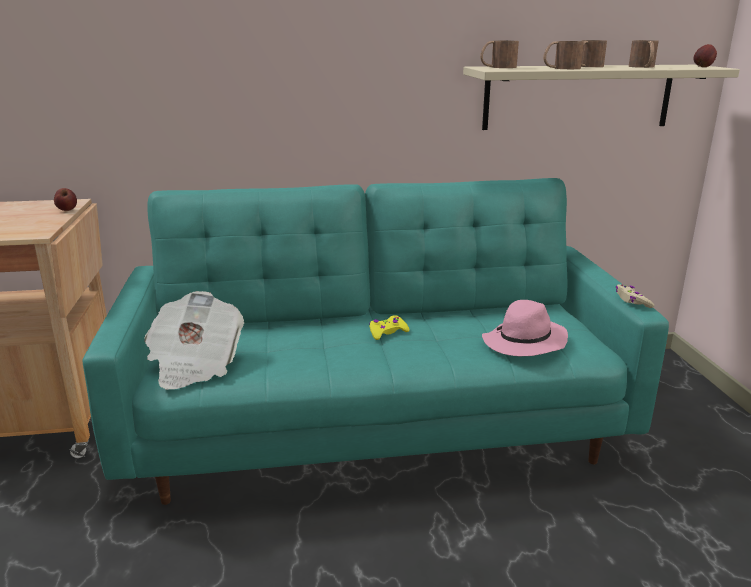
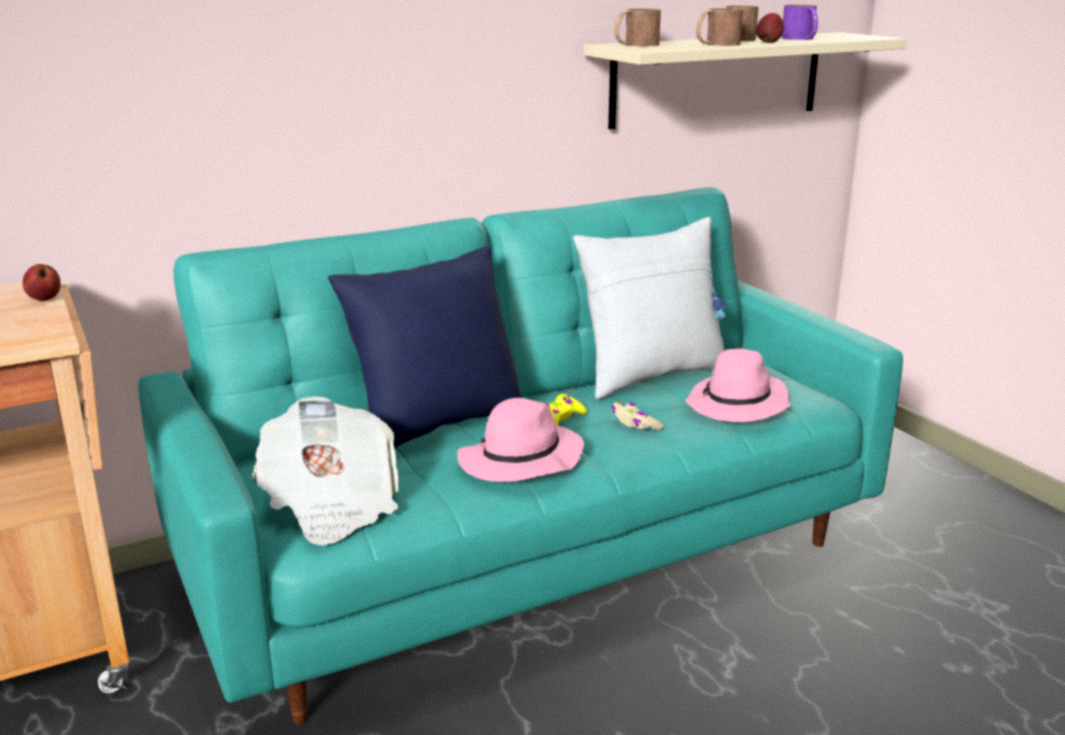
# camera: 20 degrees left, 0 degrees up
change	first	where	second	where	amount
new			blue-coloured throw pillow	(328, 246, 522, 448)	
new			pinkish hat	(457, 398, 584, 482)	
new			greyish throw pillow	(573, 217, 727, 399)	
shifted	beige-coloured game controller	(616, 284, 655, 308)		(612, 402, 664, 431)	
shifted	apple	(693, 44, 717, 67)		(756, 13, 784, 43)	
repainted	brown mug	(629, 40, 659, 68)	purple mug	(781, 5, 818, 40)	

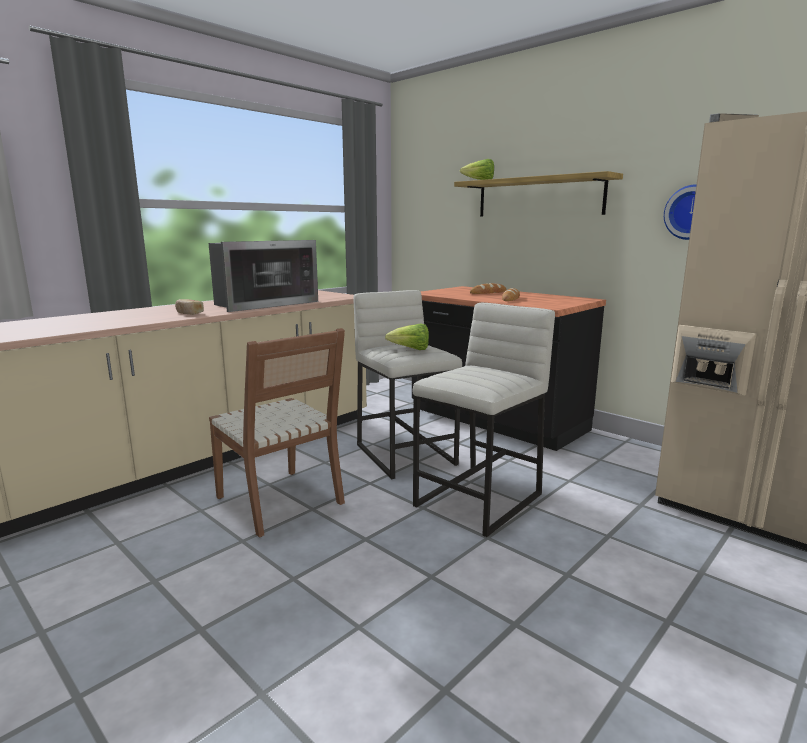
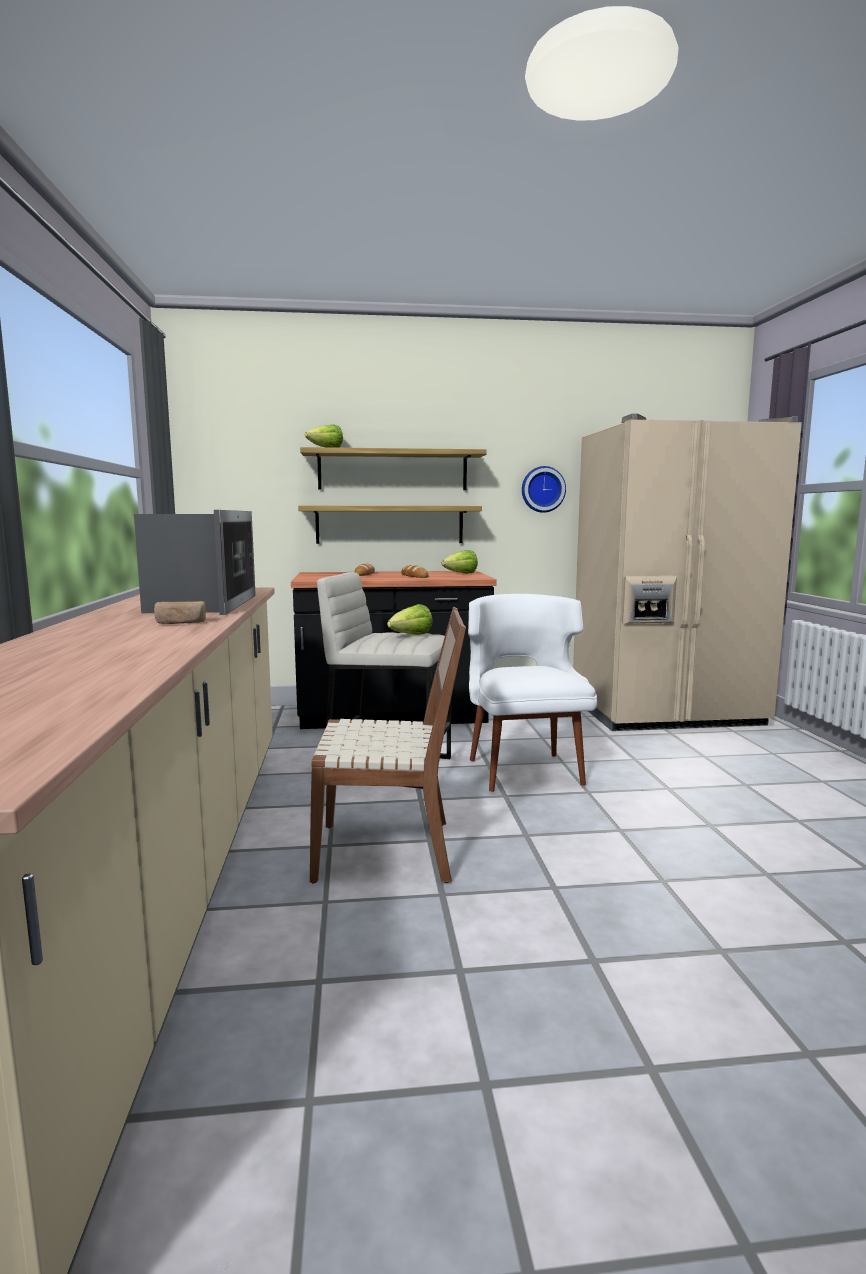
# camera: 50 degrees left, 5 degrees down
change	first	where	second	where	amount
new			bracket shelf	(298, 506, 482, 544)	
new			head of lettuce	(442, 550, 478, 574)	
swapped	beige-coloured stool	(413, 303, 555, 537)	whitish plain chair	(468, 594, 597, 793)	

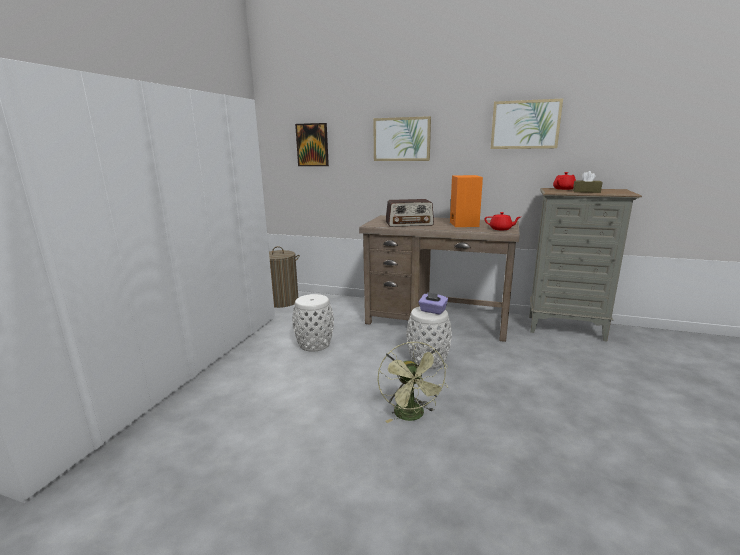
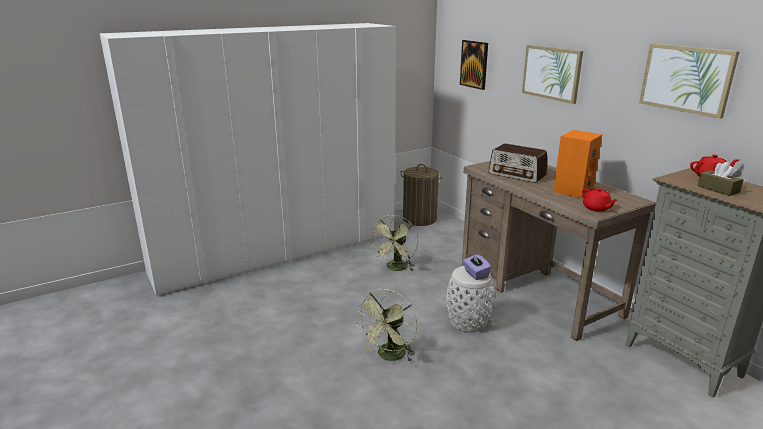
# camera: 40 degrees right, 5 degrees up
change	first	where	second	where	amount
swapped	whitish stool	(292, 294, 334, 352)	green cooling fan	(370, 215, 418, 271)	

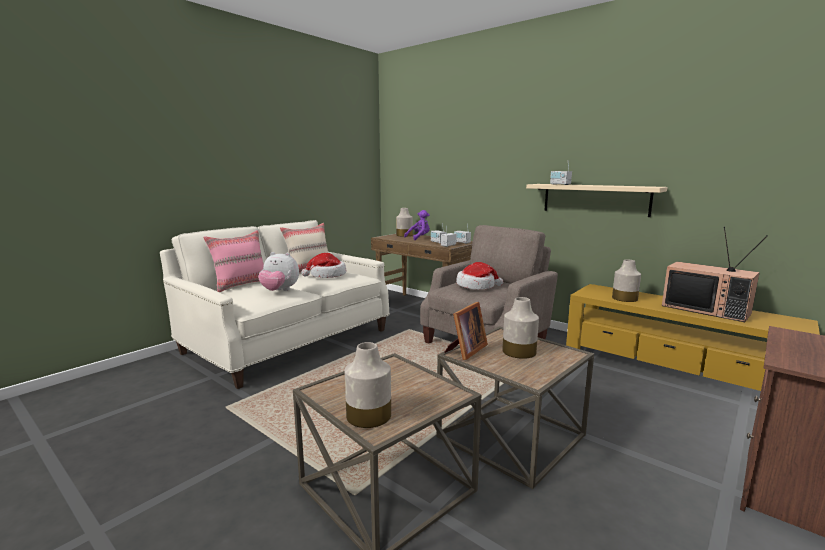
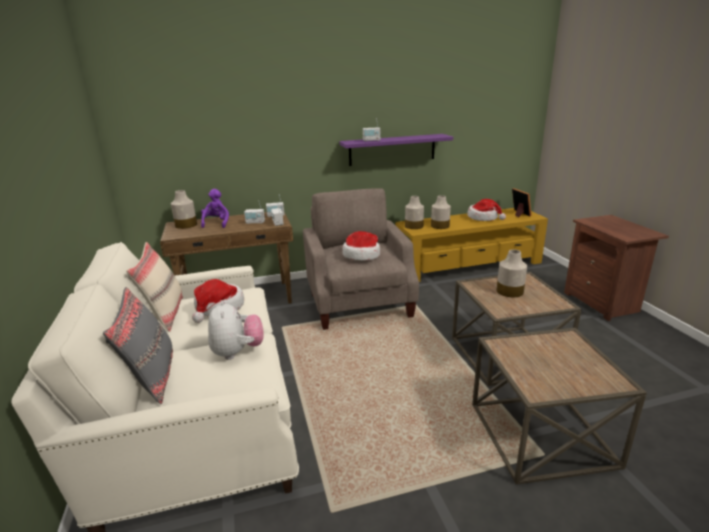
# camera: 55 degrees left, 10 degrees up
change	first	where	second	where	amount
repainted	pinkish throw pillow	(203, 230, 264, 292)	greyish throw pillow	(103, 287, 173, 404)	
rotated	plush toy	(258, 252, 299, 291)		(208, 300, 264, 360)	60 degrees counterclockwise
repainted	beige-coloured bracket shelf	(526, 184, 667, 217)	purple bracket shelf	(339, 134, 453, 166)	
shifted	beige-coloured flower vase	(345, 342, 391, 428)		(405, 196, 424, 229)	
swapped	TV	(662, 227, 768, 322)	hat	(467, 199, 506, 221)	
shifted	picture frame	(444, 302, 488, 360)		(512, 188, 532, 217)	

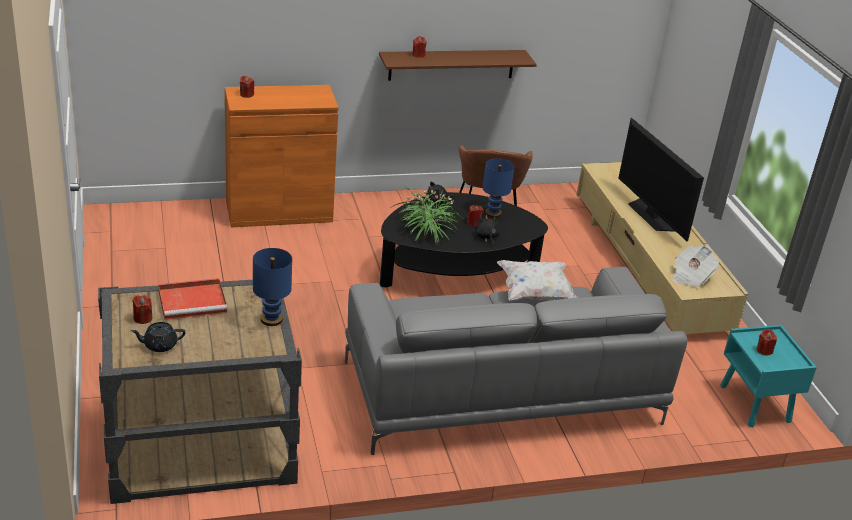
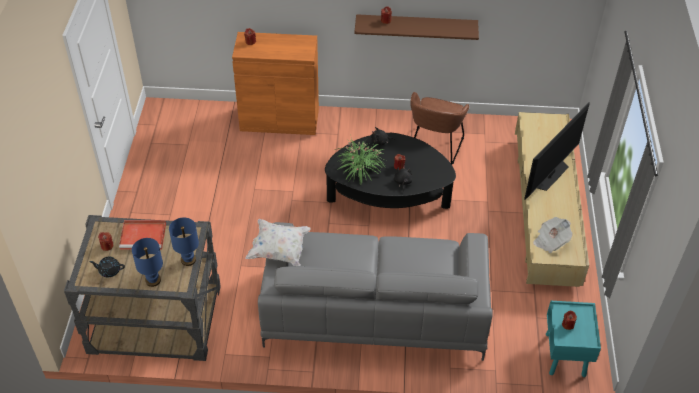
# camera: 20 degrees right, 15 degrees up
change	first	where	second	where	amount
shifted	blue-coloured tabletop lamp	(483, 158, 514, 218)		(132, 238, 163, 287)	
shifted	whitish throw pillow	(497, 260, 579, 301)		(245, 219, 311, 266)	
rotated	TV	(619, 118, 704, 241)		(524, 102, 590, 200)	135 degrees counterclockwise

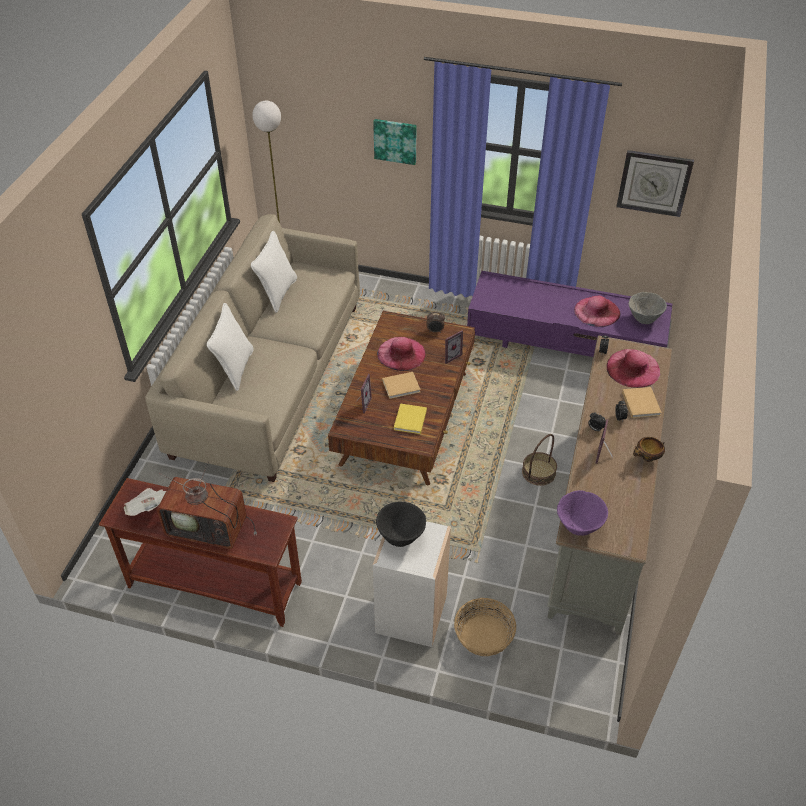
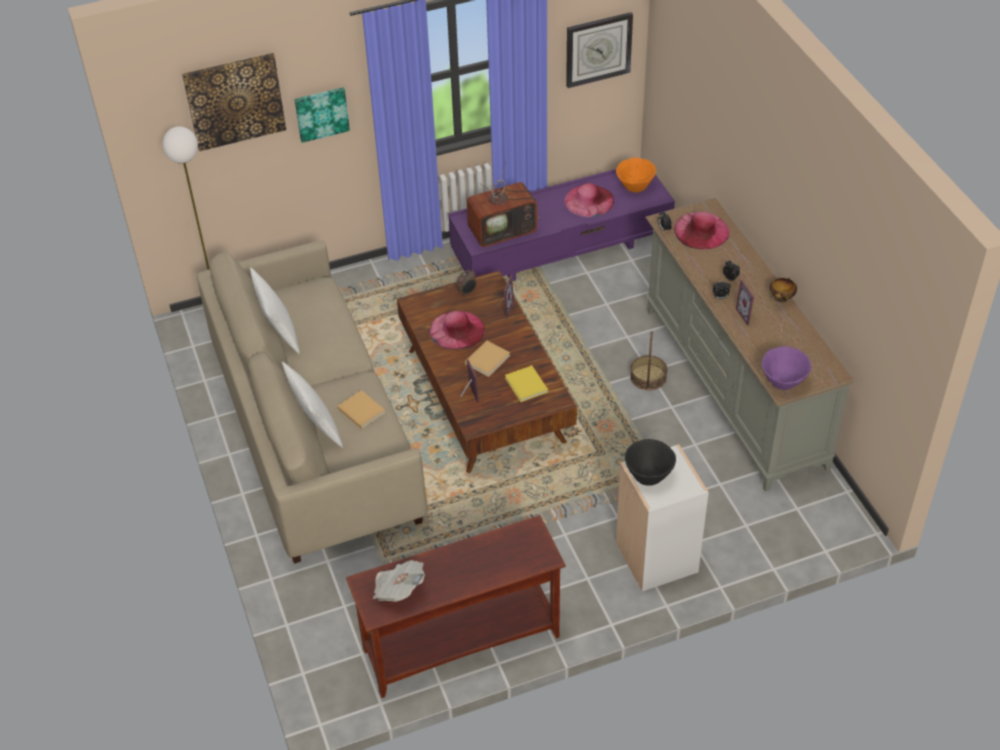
# camera: 35 degrees left, 0 degrees up
change	first	where	second	where	amount
new			picture	(182, 52, 286, 151)	
shifted	beige-coloured book	(622, 387, 662, 418)		(337, 390, 385, 429)	
shifted	TV	(157, 461, 257, 549)		(467, 160, 540, 247)	
repainted	greyish bowl	(629, 292, 667, 324)	orangey bowl	(616, 157, 656, 193)	
gone	storage basket	(454, 598, 516, 656)			

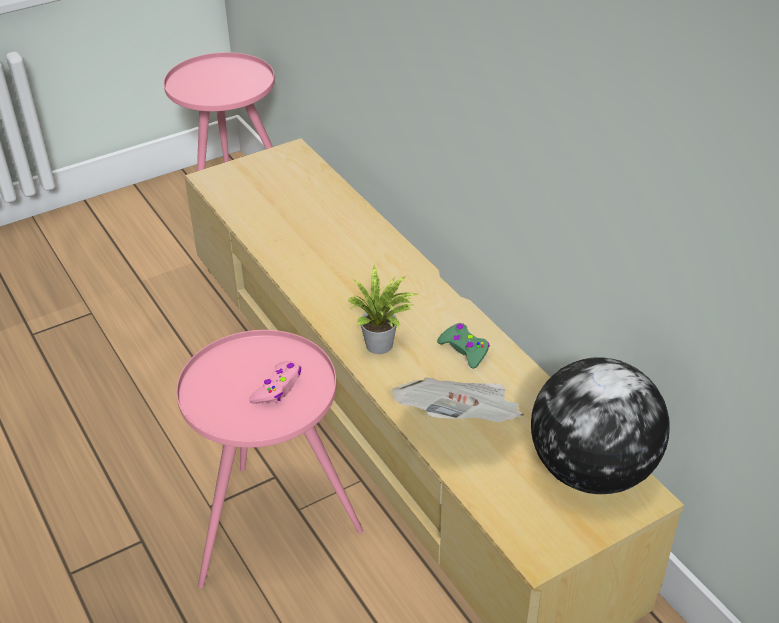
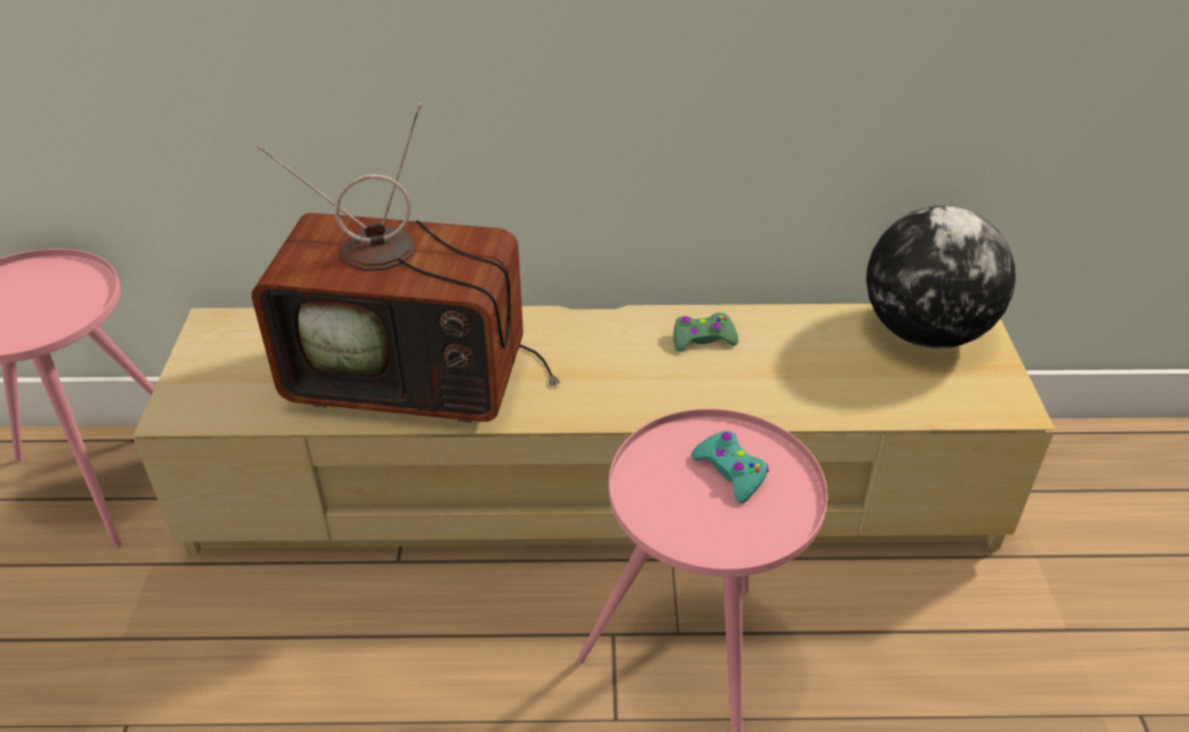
# camera: 60 degrees left, 0 degrees up
change	first	where	second	where	amount
new			TV	(252, 104, 560, 423)	
repainted	pinkish game controller	(249, 361, 301, 404)	turquoise game controller	(691, 431, 769, 503)	
gone	plant in a pot	(347, 265, 418, 354)			
gone	newspaper	(392, 377, 524, 422)			

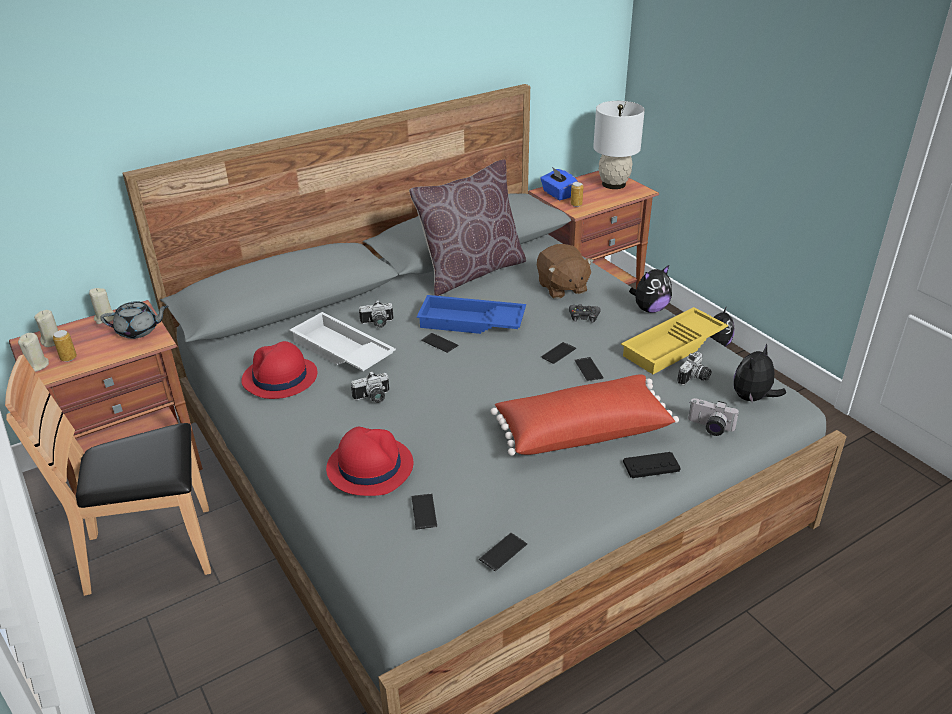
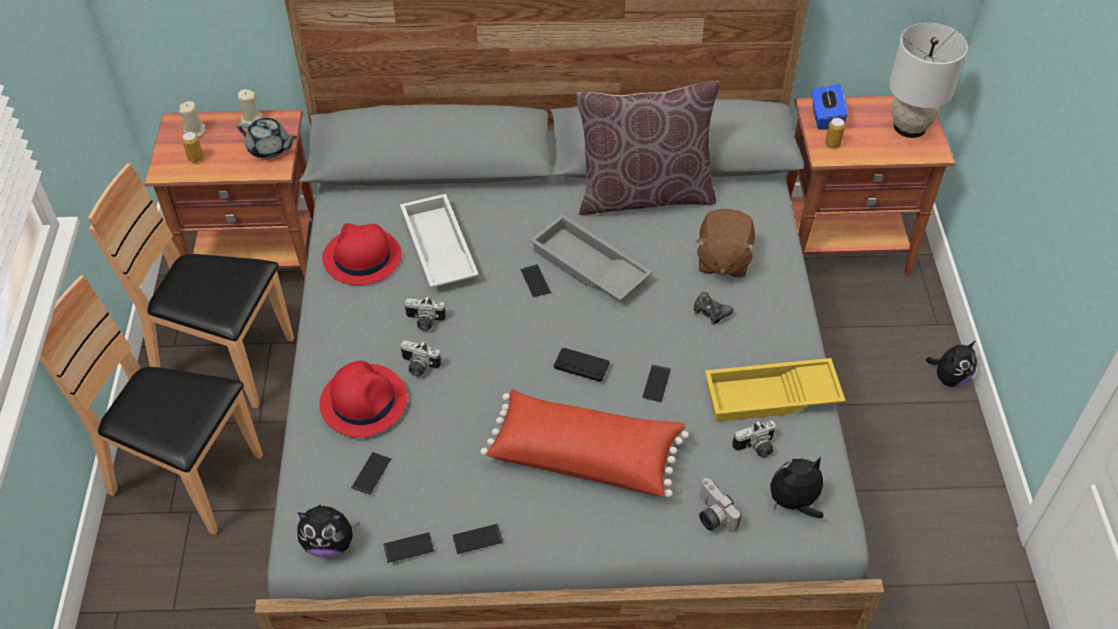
# camera: 30 degrees right, 15 degrees up
change	first	where	second	where	amount
new			brown plain chair	(40, 275, 263, 535)	
shifted	plush toy	(629, 265, 672, 313)		(297, 505, 360, 558)	
shifted	photo camera	(359, 300, 394, 328)		(400, 340, 441, 377)	
shifted	telephone	(541, 342, 576, 364)		(452, 524, 503, 554)	
repainted	blue-coloured carrying tray	(417, 295, 526, 334)	greyish carrying tray	(530, 214, 652, 301)	
shifted	black-coloured game controller	(623, 452, 681, 478)		(554, 348, 609, 382)	
gone	beige-coloured candle	(18, 333, 49, 372)			

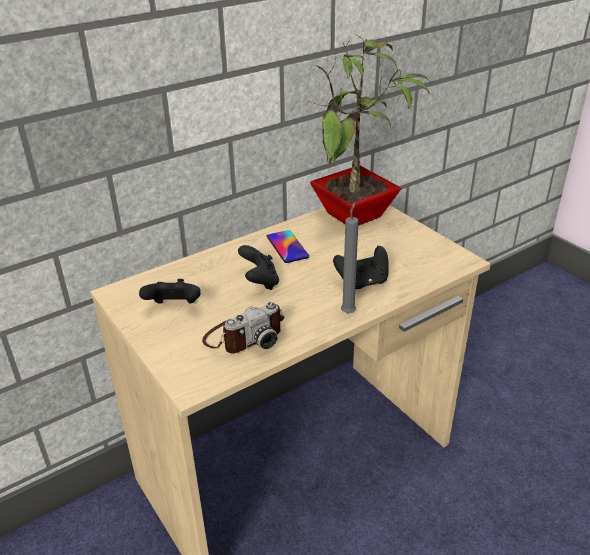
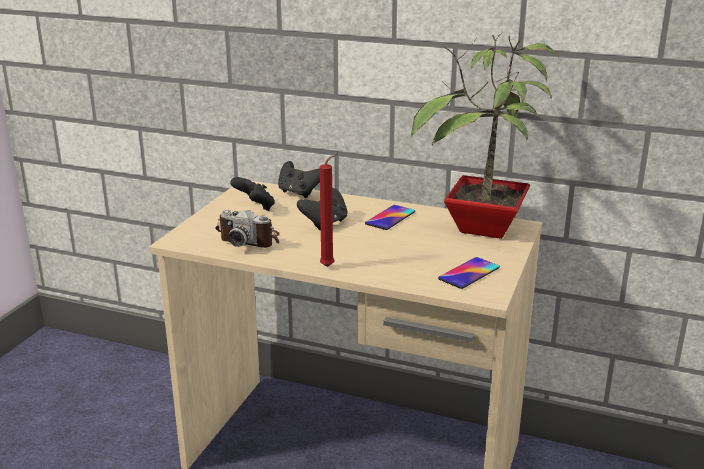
# camera: 55 degrees right, 10 degrees down
change	first	where	second	where	amount
shifted	black-coloured game controller	(333, 246, 389, 289)		(278, 161, 320, 198)	
repainted	greyish candle	(341, 202, 359, 314)	red-coloured candle	(320, 153, 338, 267)	
new			telephone	(438, 257, 500, 289)	

